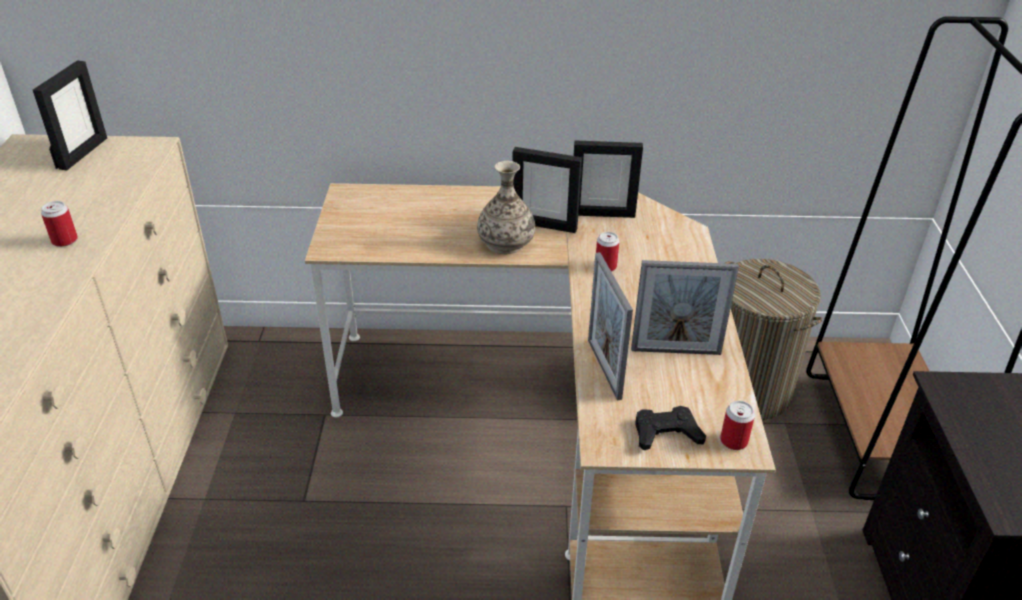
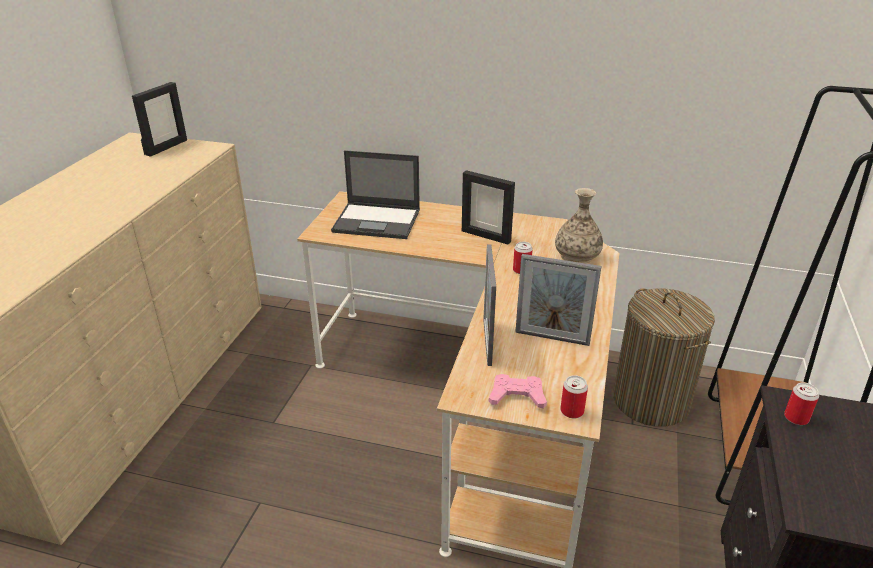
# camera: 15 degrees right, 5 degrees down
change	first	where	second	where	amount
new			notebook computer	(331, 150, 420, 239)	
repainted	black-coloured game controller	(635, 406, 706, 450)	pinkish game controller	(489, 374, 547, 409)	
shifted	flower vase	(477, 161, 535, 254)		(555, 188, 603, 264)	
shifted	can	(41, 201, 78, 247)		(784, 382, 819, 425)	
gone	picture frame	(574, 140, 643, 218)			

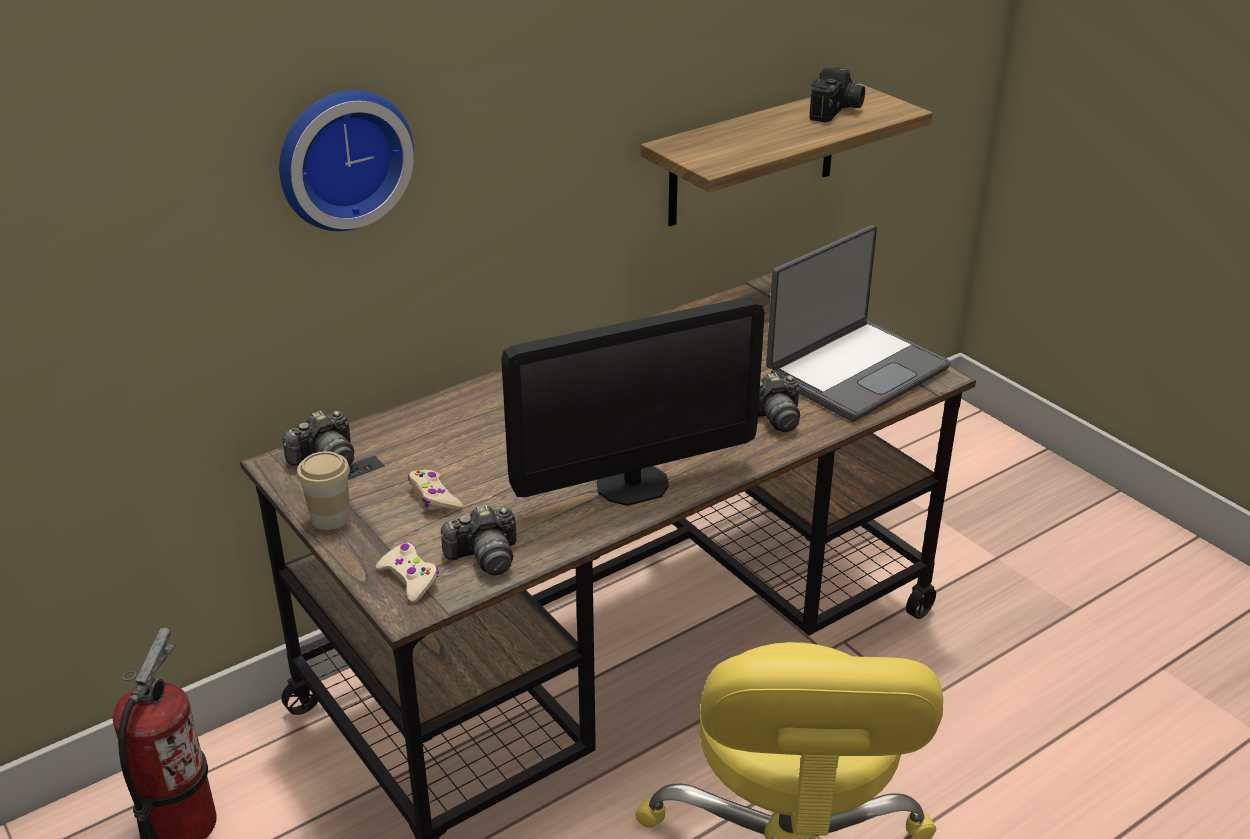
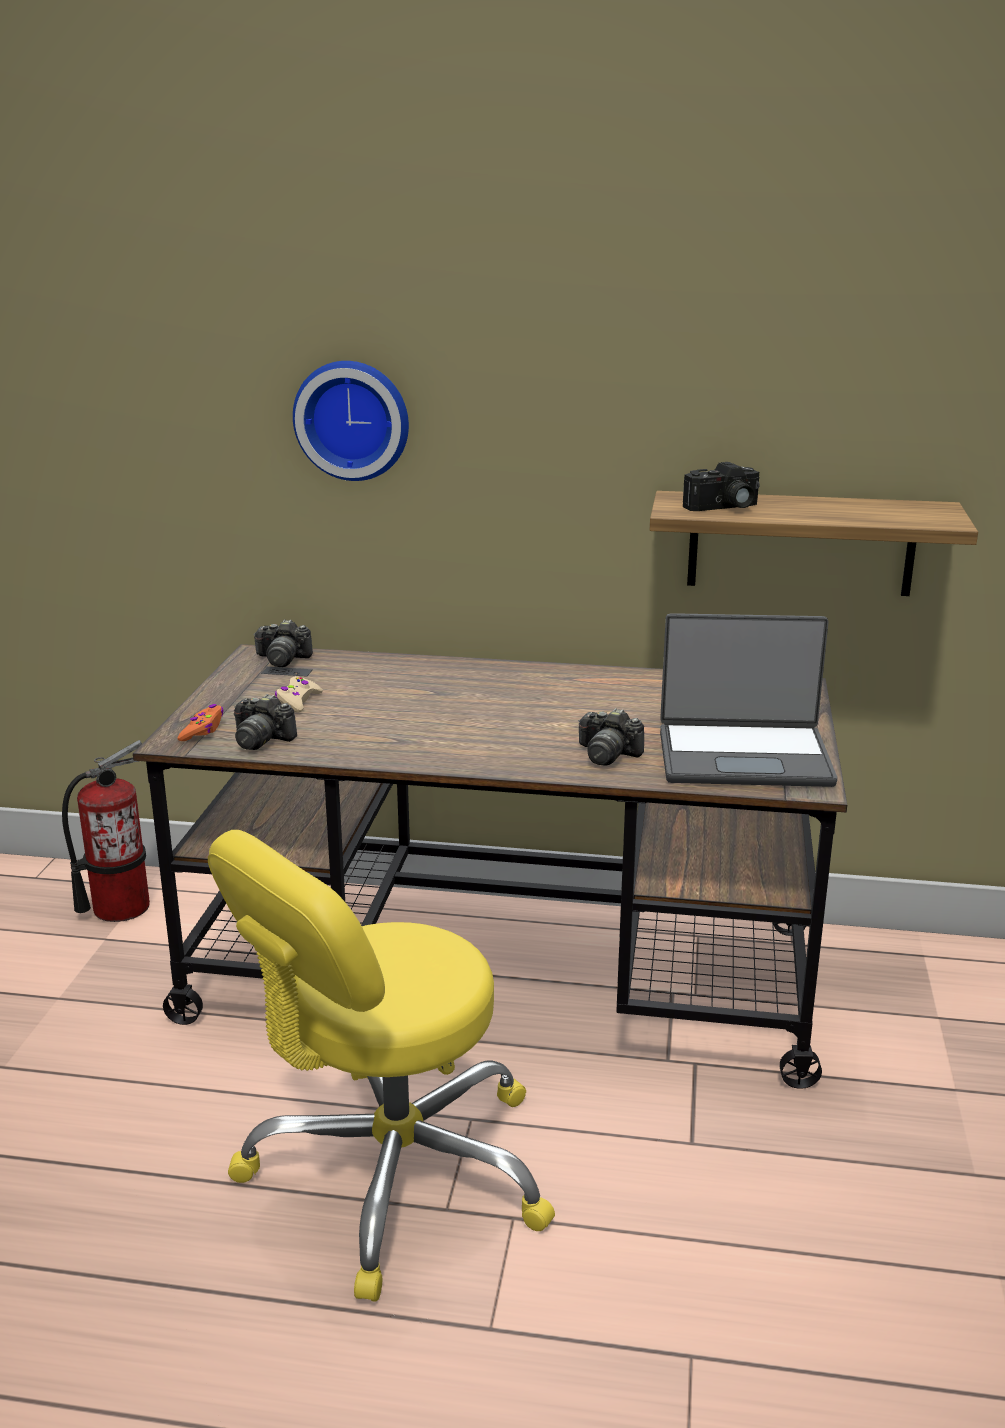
# camera: 45 degrees right, 10 degrees down
change	first	where	second	where	amount
repainted	beige-coloured game controller	(376, 543, 439, 603)	orangey game controller	(177, 704, 224, 741)	
shifted	photo camera	(809, 67, 865, 123)		(683, 462, 760, 511)	
gone	cup	(297, 451, 350, 530)			
gone	computer screen	(501, 297, 765, 506)			

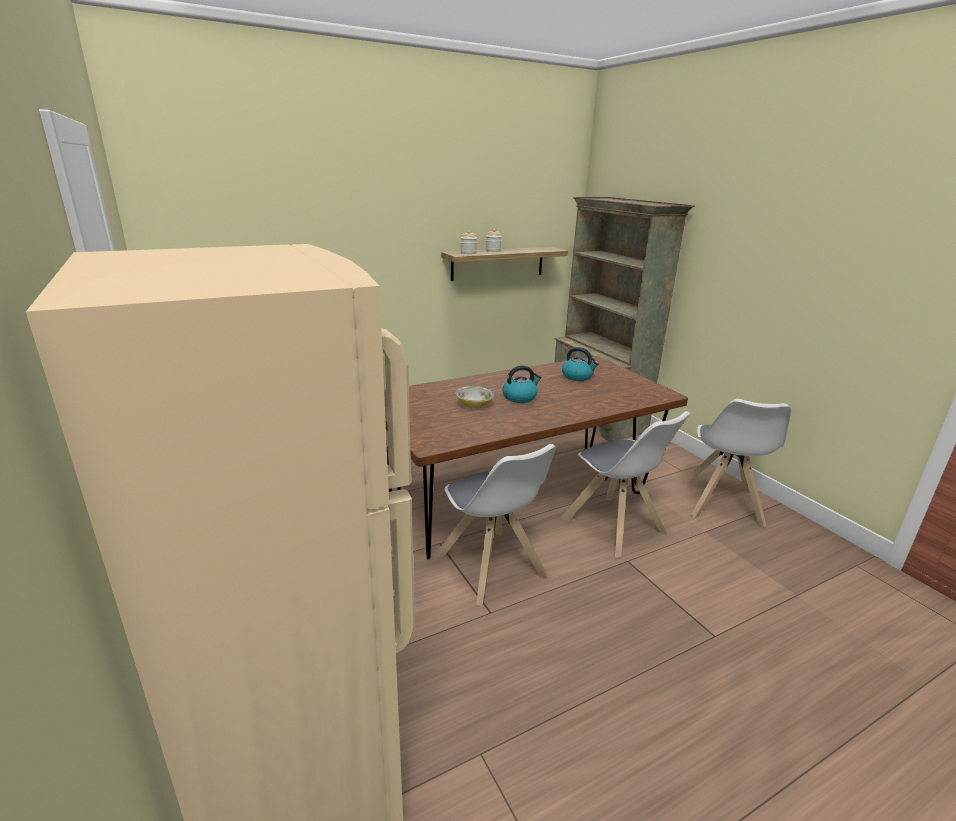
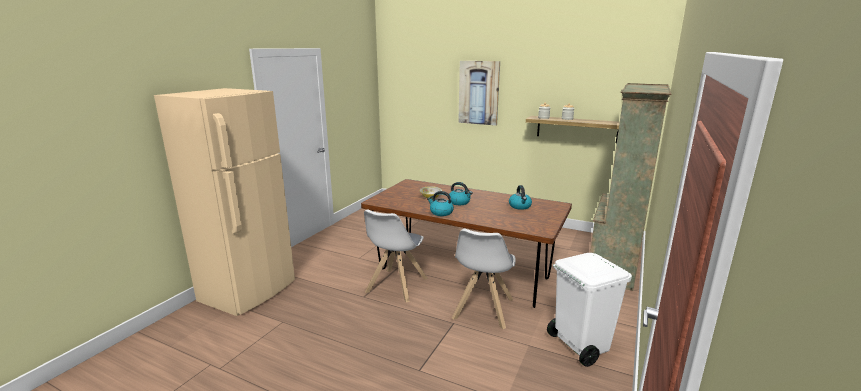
# camera: 55 degrees right, 5 degrees down
change	first	where	second	where	amount
new			tea kettle	(427, 191, 454, 216)	
new			picture	(458, 61, 500, 126)	
swapped	plain chair	(683, 399, 791, 527)	whitish trash can	(547, 253, 632, 367)	

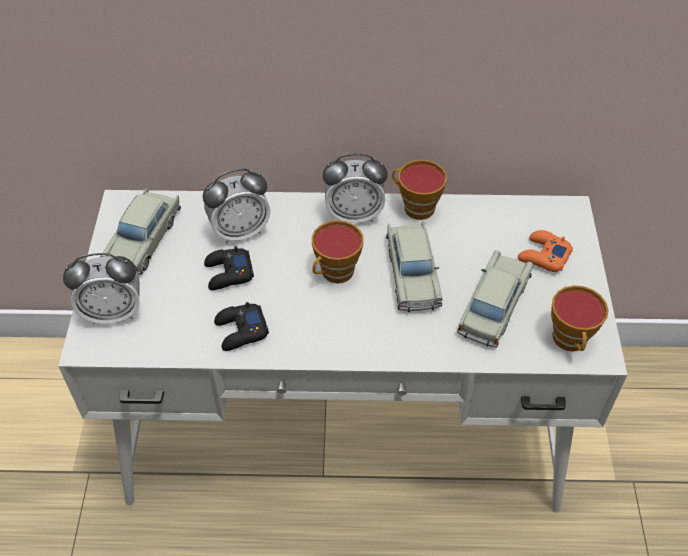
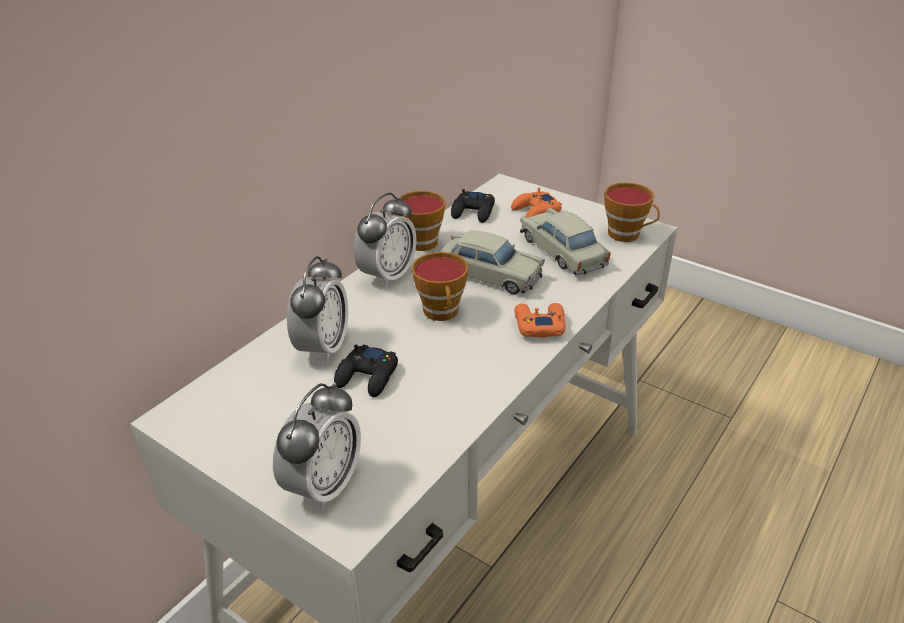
# camera: 55 degrees left, 15 degrees down
change	first	where	second	where	amount
shifted	black-coloured game controller	(214, 302, 269, 351)		(451, 189, 495, 223)	
new			orangey game controller	(514, 303, 566, 338)	
gone	beige-coloured miniature car	(100, 188, 181, 275)			

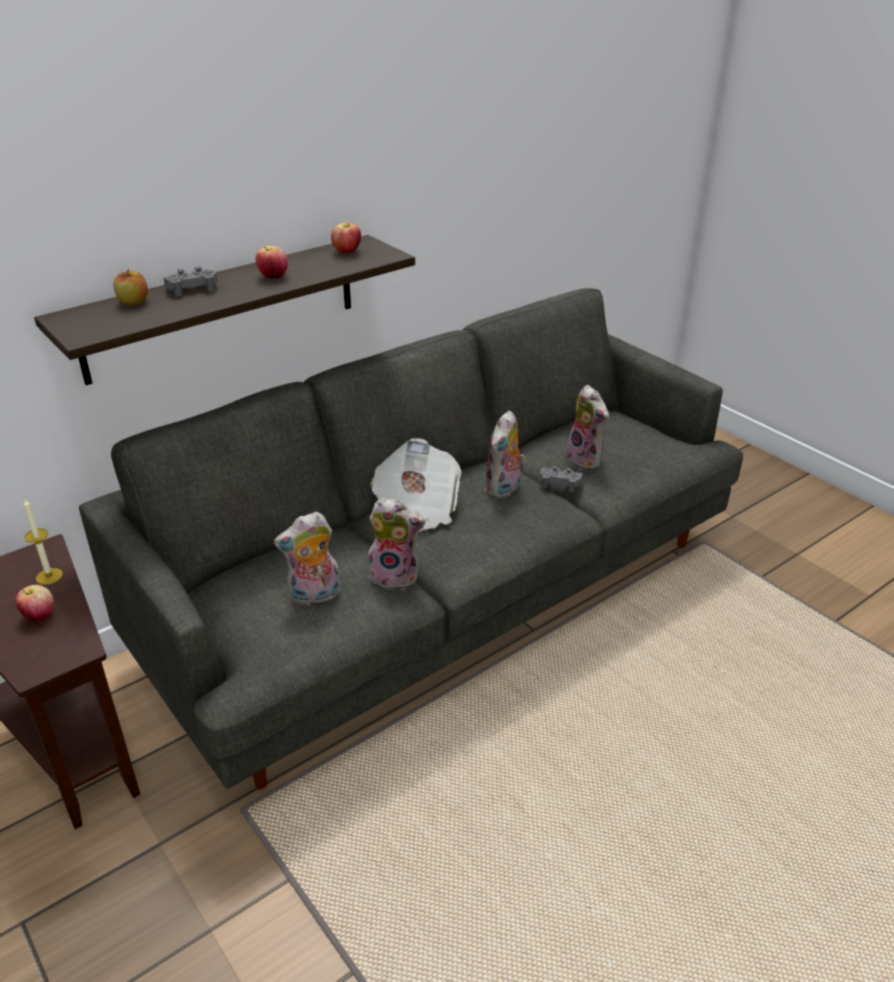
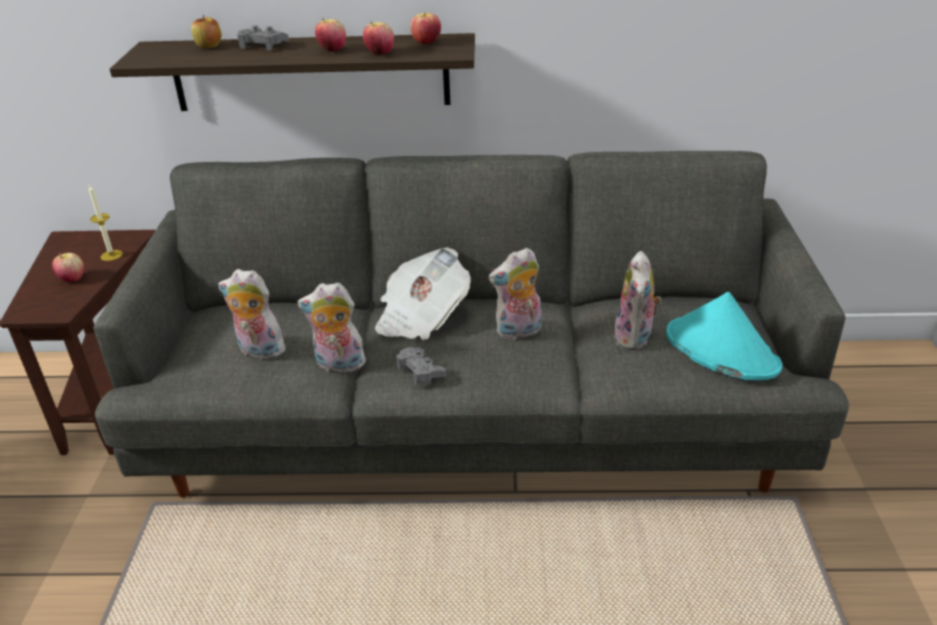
# camera: 40 degrees right, 0 degrees up
change	first	where	second	where	amount
rotated	plush toy	(366, 498, 425, 590)		(298, 282, 366, 373)	135 degrees clockwise
new			apple	(363, 21, 394, 55)	
shifted	greyish game controller	(540, 466, 583, 492)		(396, 347, 446, 386)	
new			turquoise hat	(666, 292, 782, 380)	

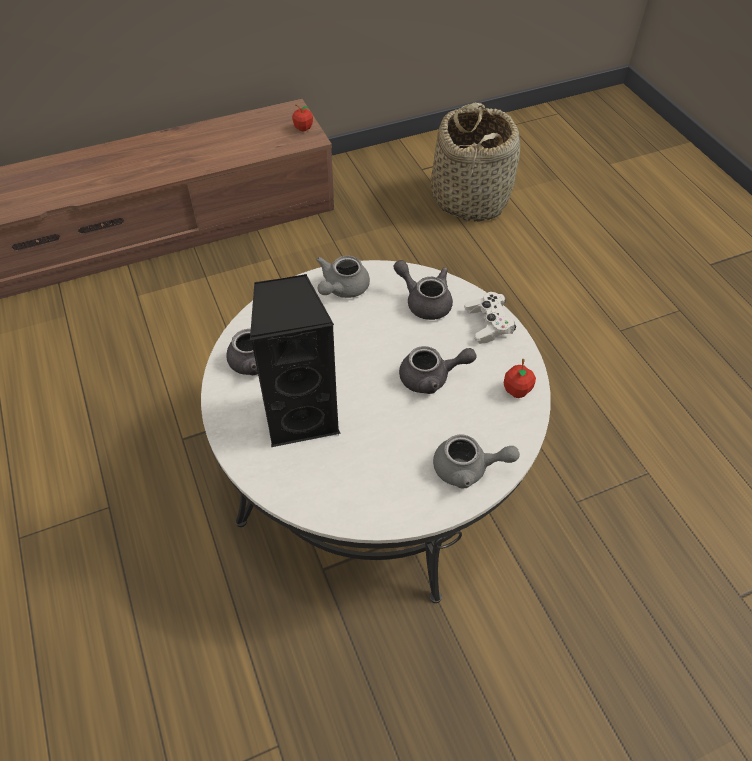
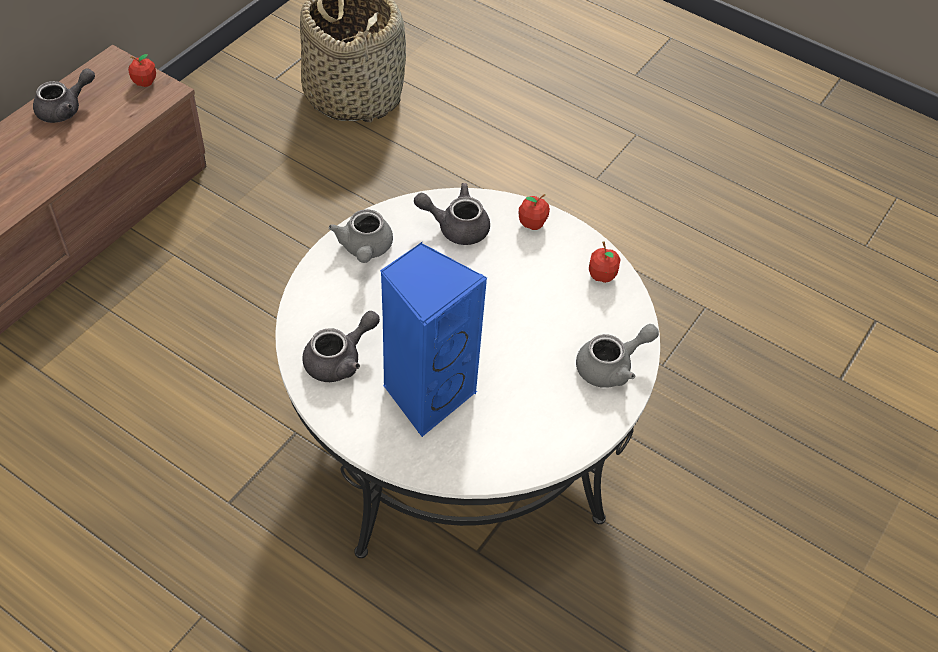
# camera: 35 degrees left, 0 degrees up
change	first	where	second	where	amount
shifted	greyish teapot	(399, 346, 477, 394)		(33, 68, 95, 123)	
repainted	black-coloured audio speaker	(250, 274, 341, 447)	blue-coloured audio speaker	(380, 242, 487, 437)	
swapped	whitish game controller	(464, 292, 516, 344)	apple	(518, 194, 550, 230)	

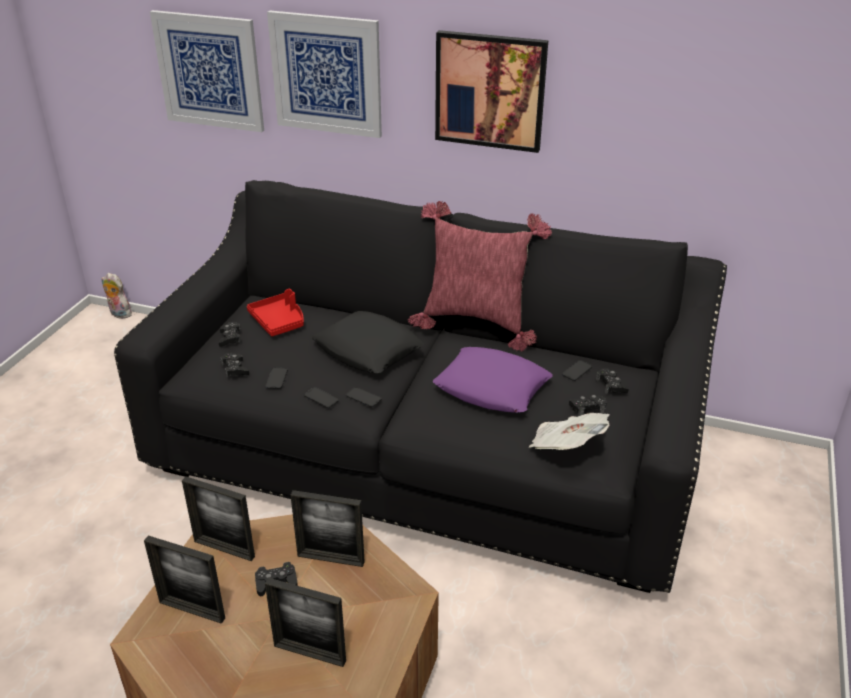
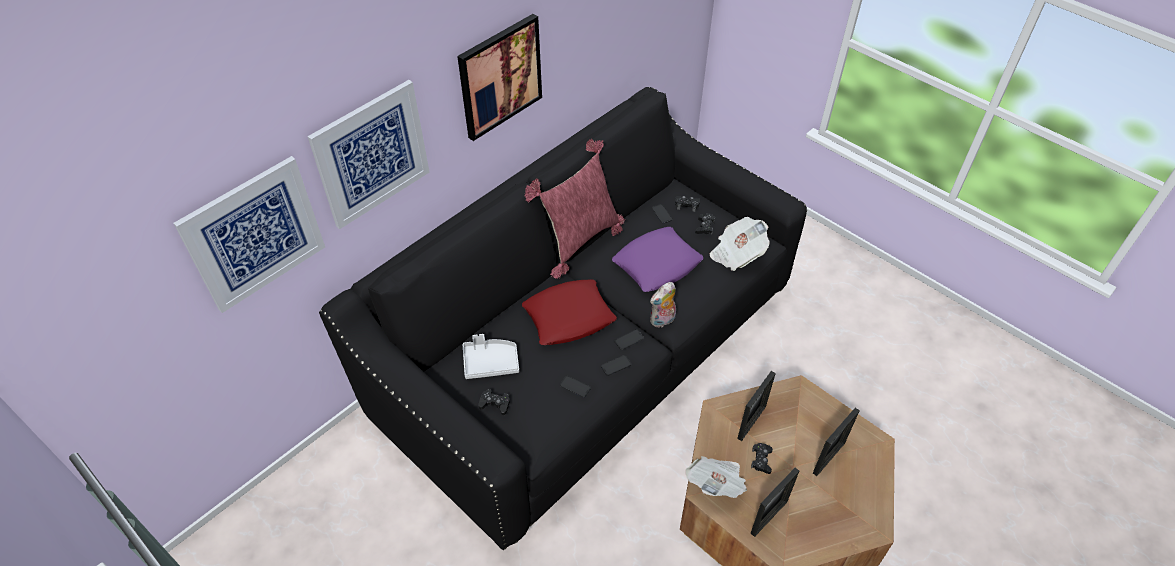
# camera: 65 degrees left, 15 degrees up
change	first	where	second	where	amount
repainted	red-coloured carrying tray	(247, 289, 304, 336)	greyish carrying tray	(463, 334, 519, 379)	
repainted	black-coloured throw pillow	(311, 311, 424, 373)	red-coloured throw pillow	(522, 279, 617, 345)	
shifted	plush toy	(101, 273, 132, 319)		(650, 282, 676, 327)	
swapped	picture frame	(182, 477, 255, 561)	newspaper	(685, 456, 747, 498)	
gone	black-coloured game controller	(220, 353, 249, 377)			

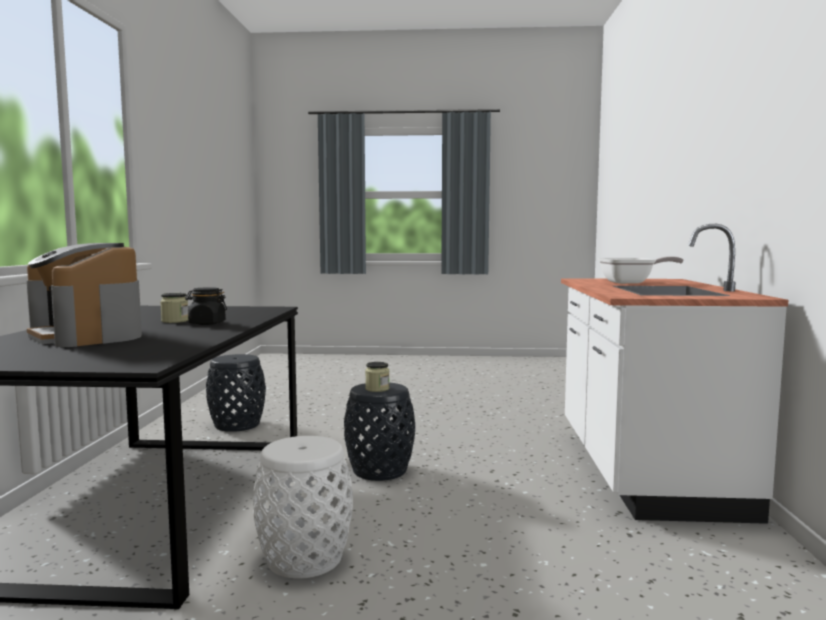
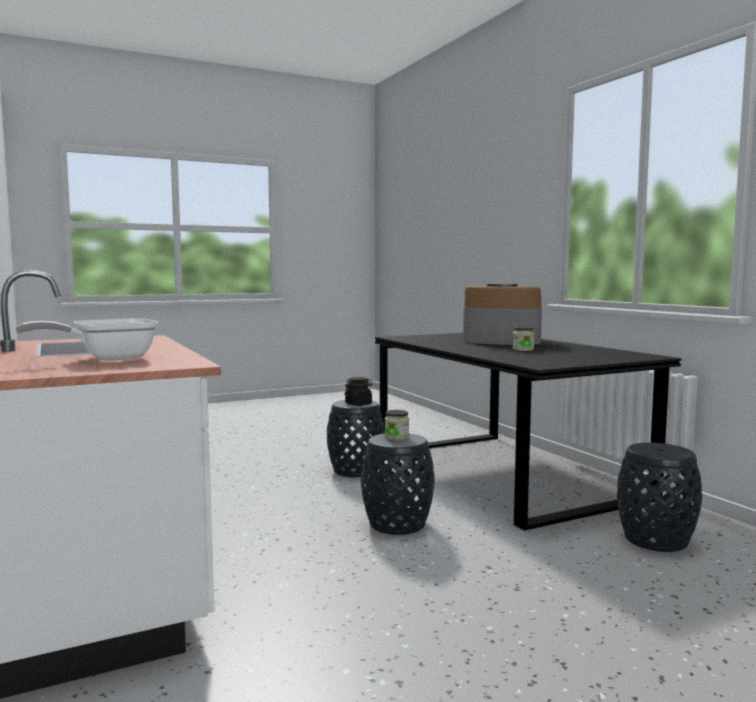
# camera: 150 degrees right, 0 degrees up
change	first	where	second	where	amount
repainted	whitish stool	(253, 436, 353, 579)	black-coloured stool	(327, 400, 385, 477)	
shifted	black-coloured storage jar	(185, 287, 227, 325)		(344, 377, 373, 406)	

